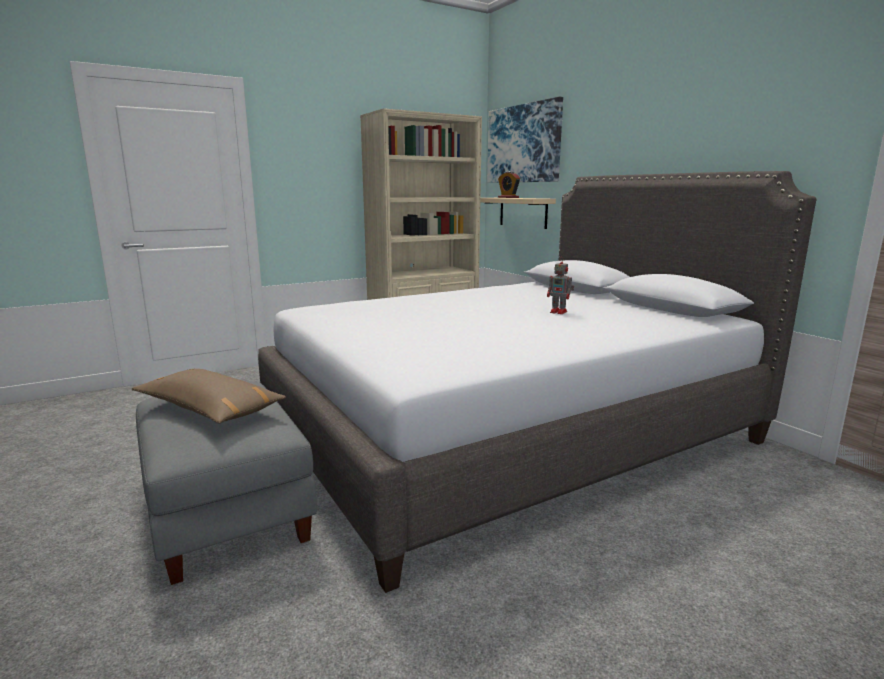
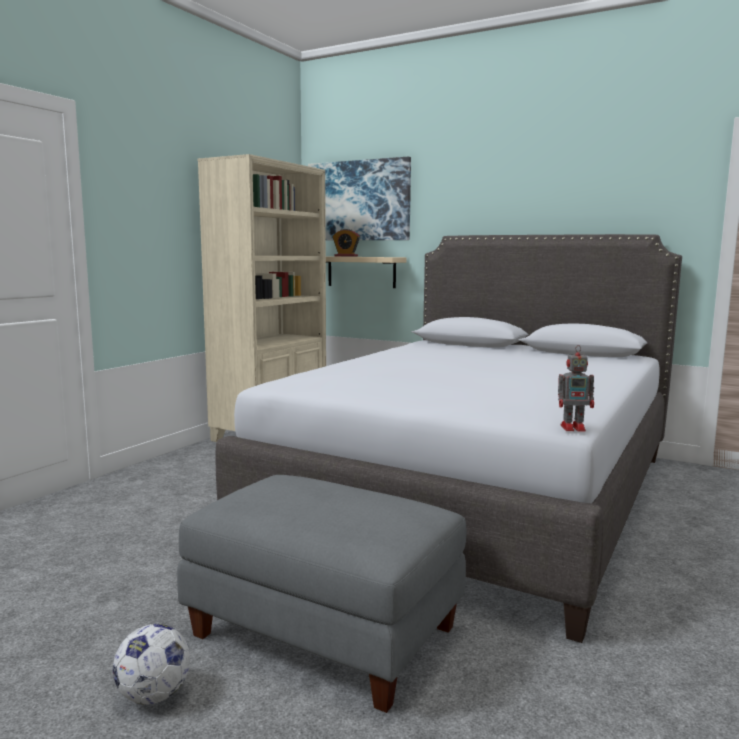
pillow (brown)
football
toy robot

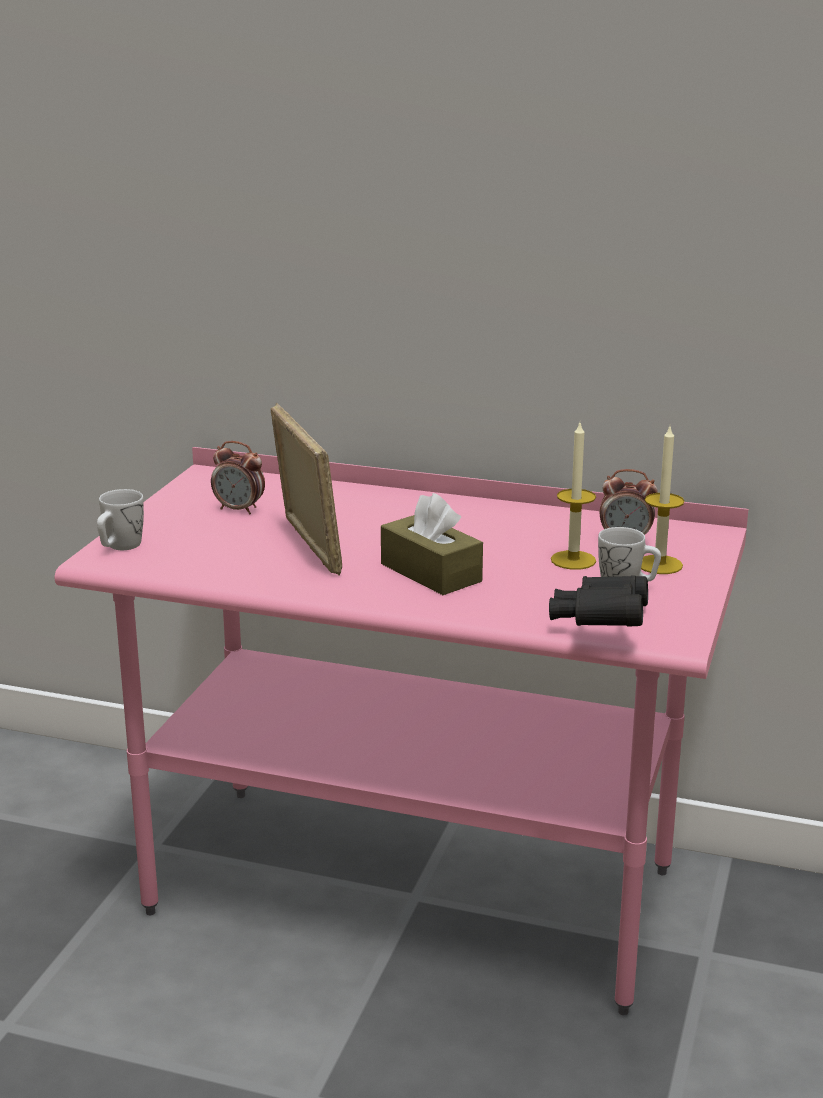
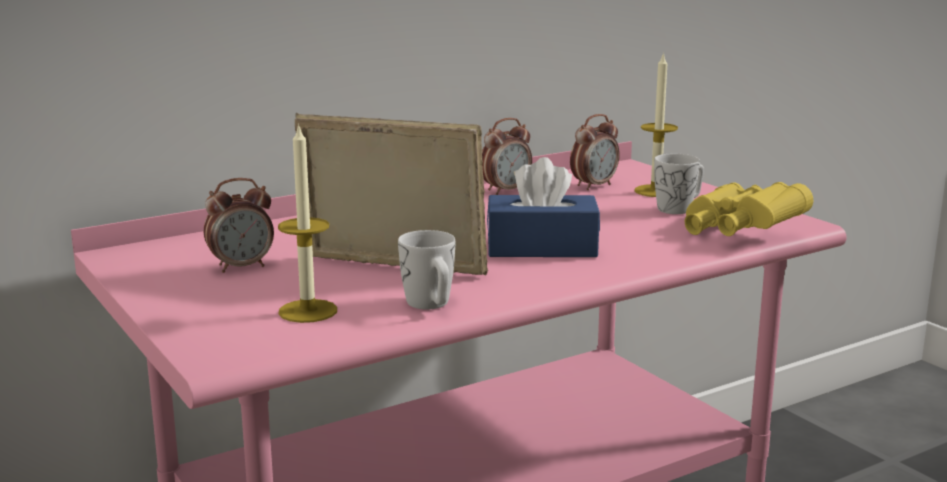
alarm clock (no. 2 from left)
mug (white) (no. 1 from left)
candle (no. 1 from left)
tissue box (blue)
binoculars (yellow)

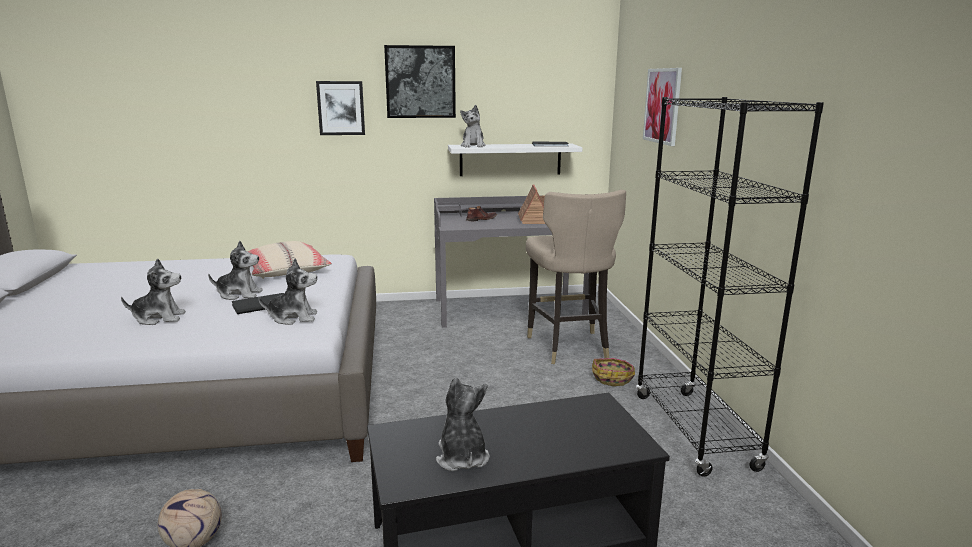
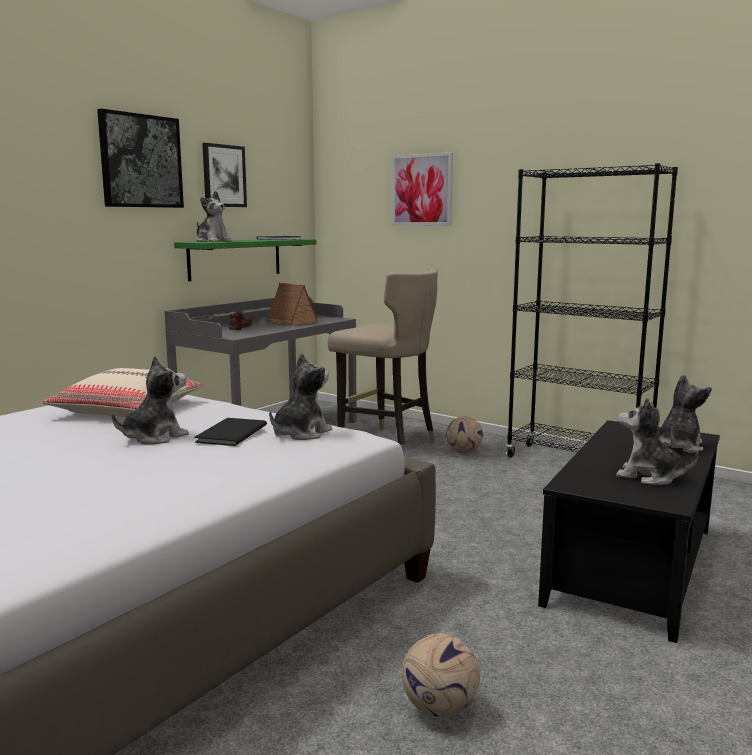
plush toy (no. 5 from left)
picture (no. 2 from left)
football (no. 2 from left)
shelf (green)

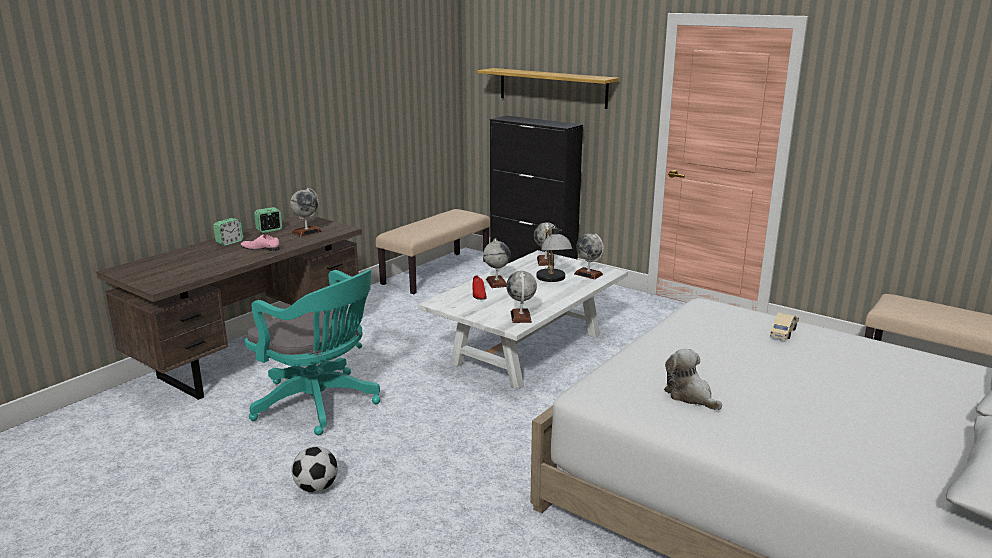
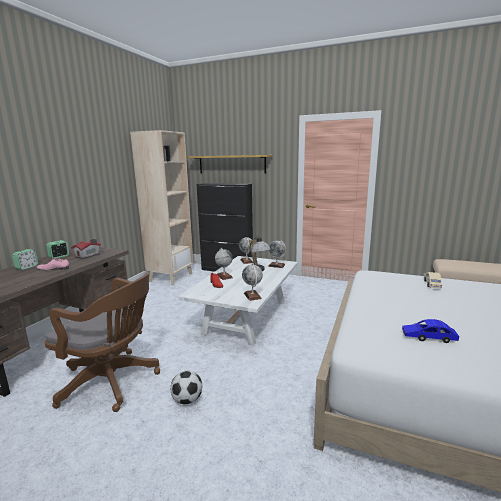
football
toy house
bookcase (beige)
toy car (blue)
office chair (brown)

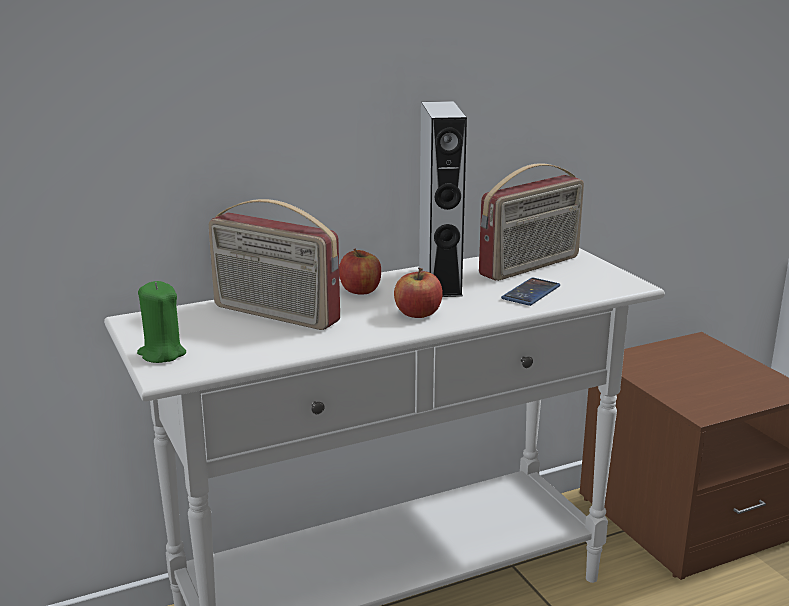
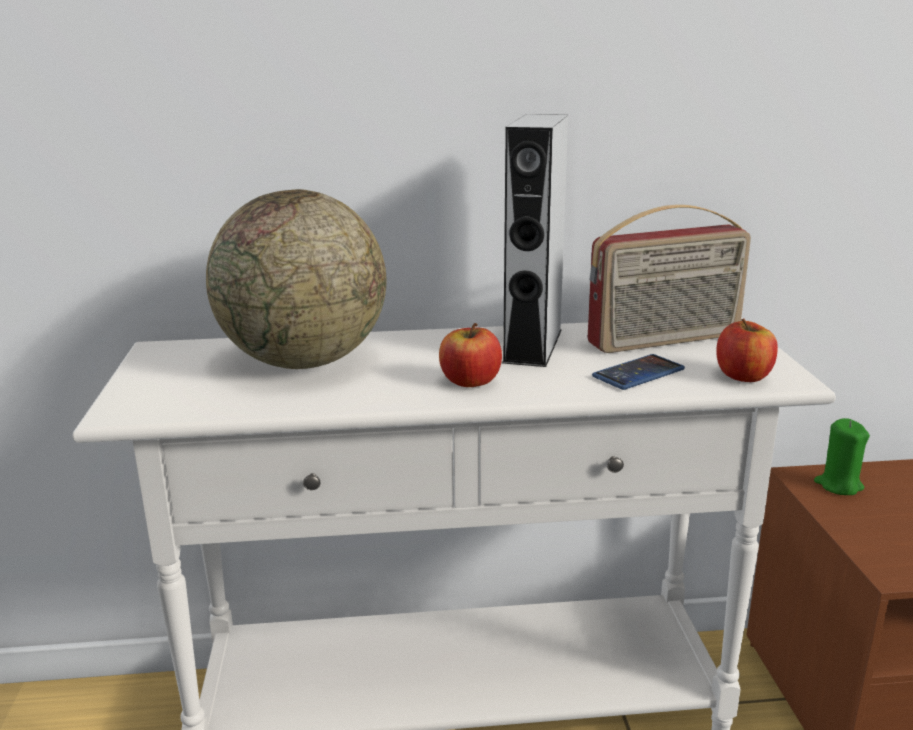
candle (green)
apple (no. 2 from left)
globe

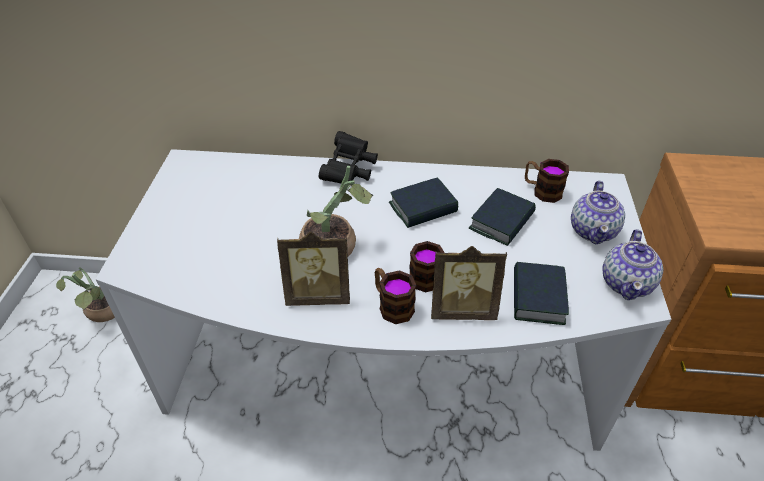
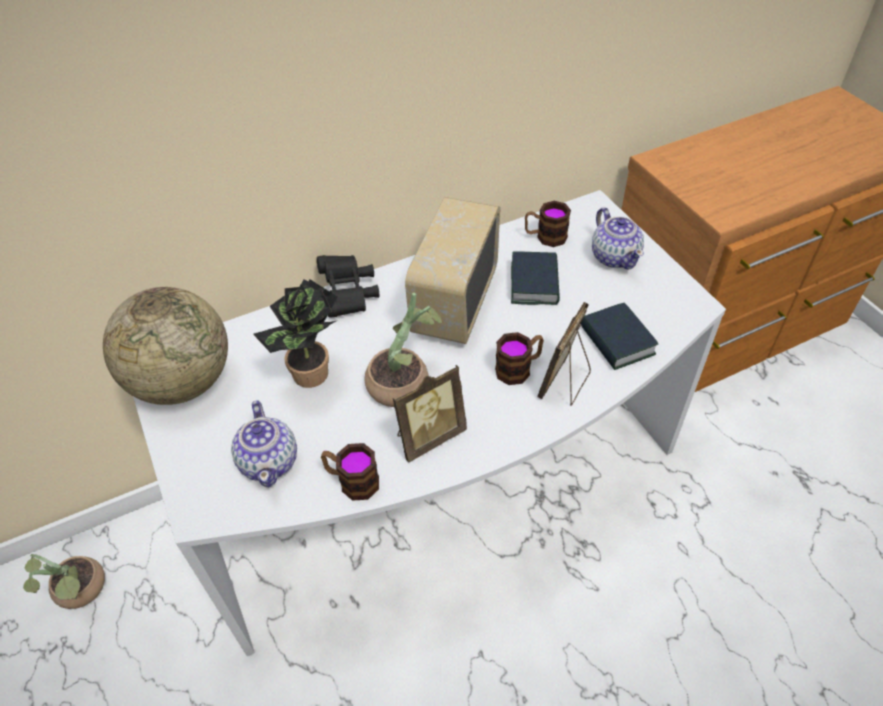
globe
potted plant (no. 2 from left)
mug (no. 1 from left)
teapot (no. 1 from left)
radio
picture frame (no. 2 from left)

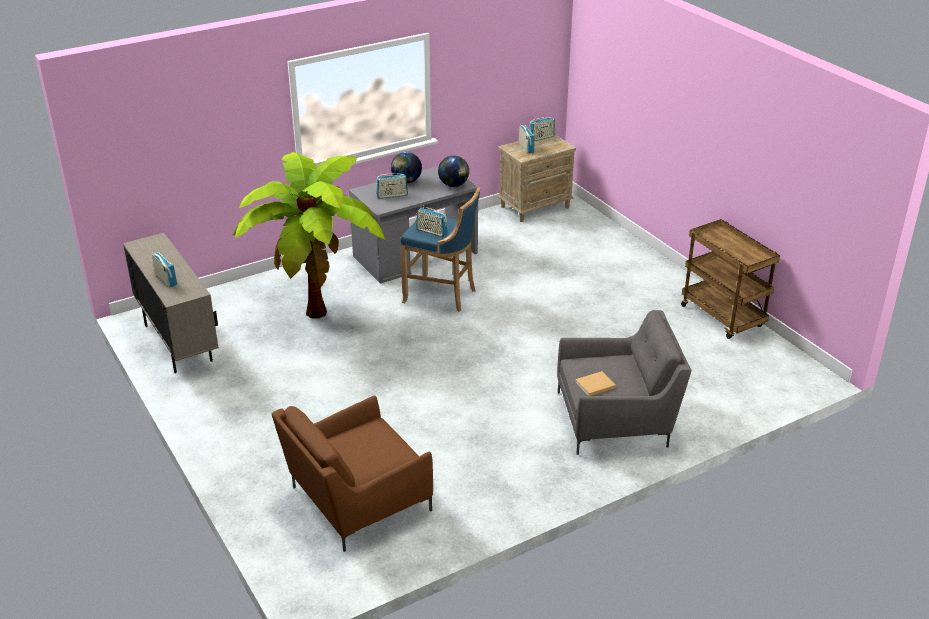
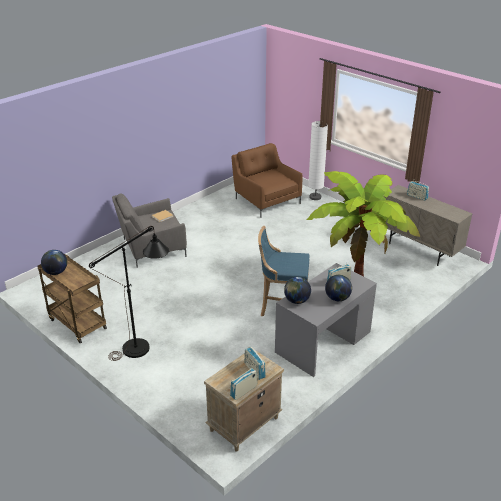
radio (no. 3 from left in the first image)
globe (no. 1 from left)
floor lamp (black)
floor lamp (white)
armchair (brown)

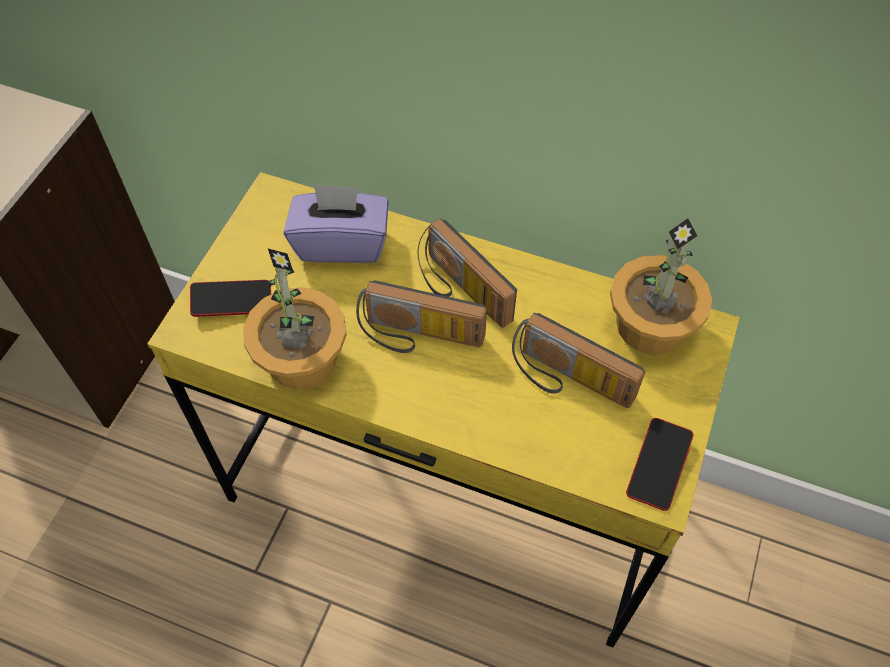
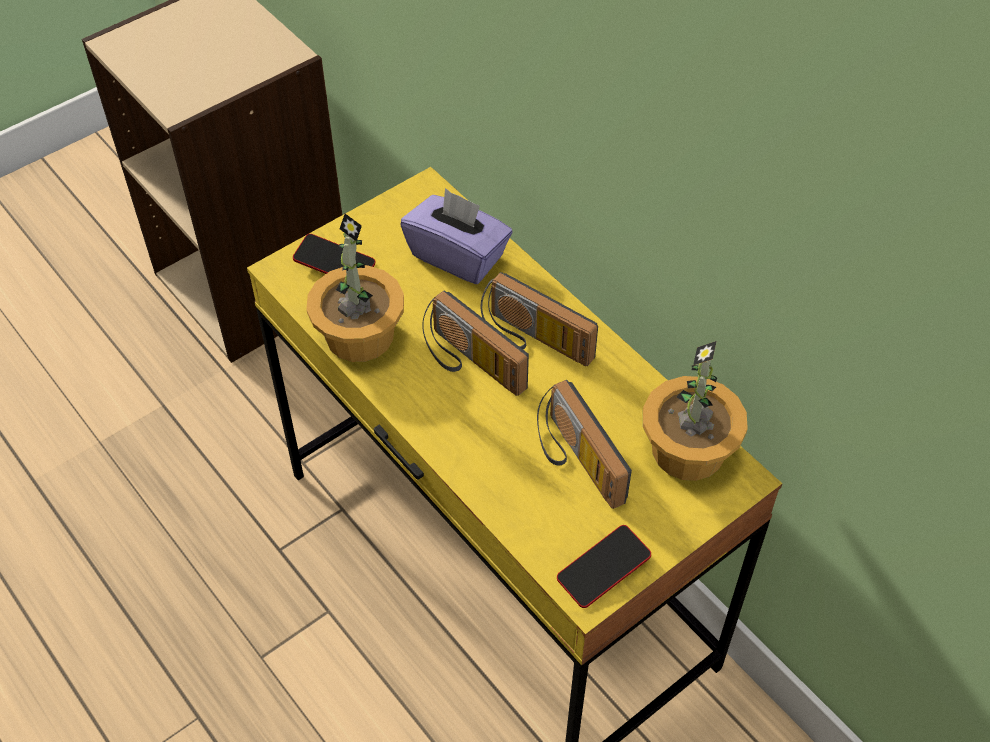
radio (no. 2 from left)

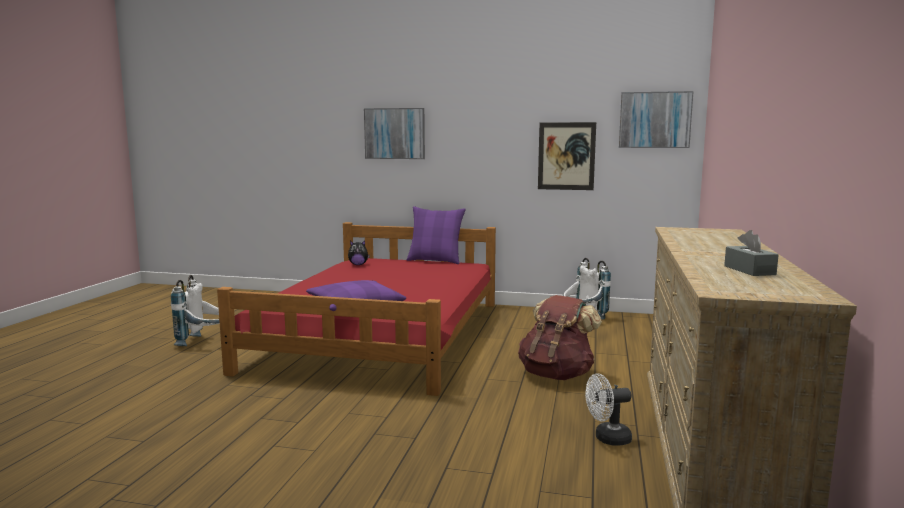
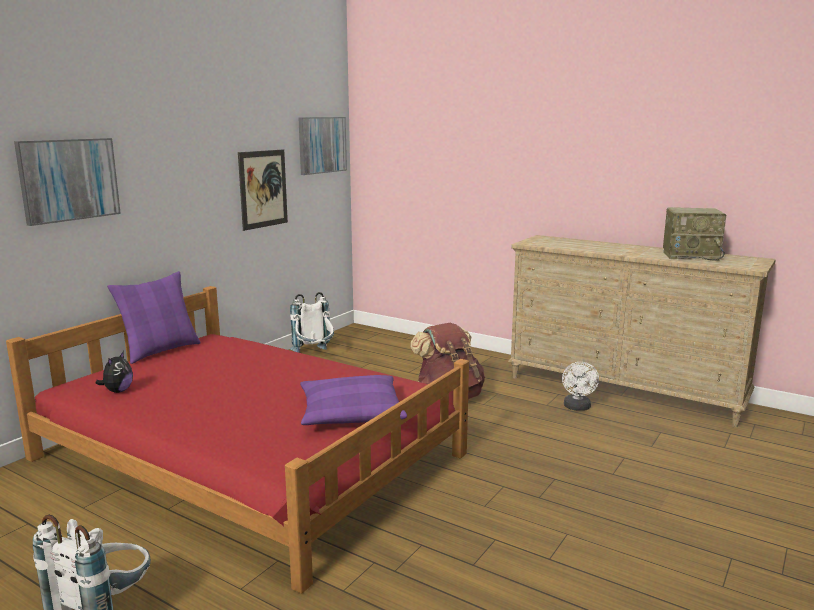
radio

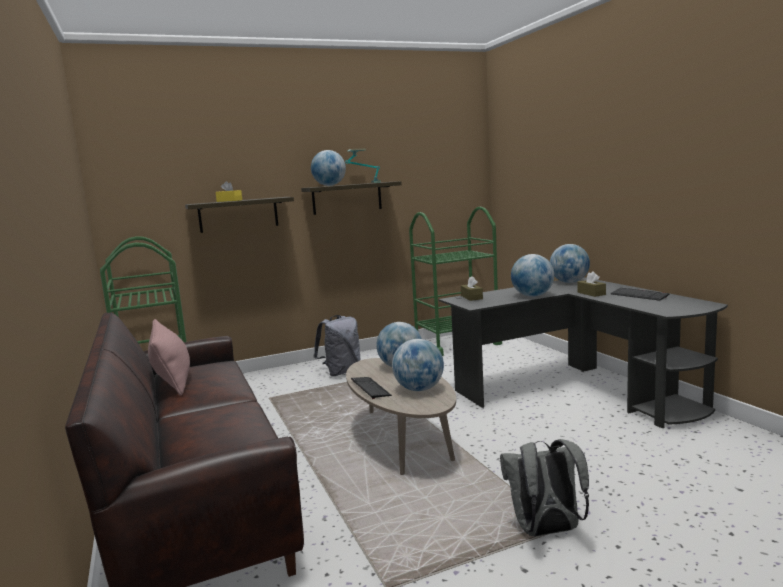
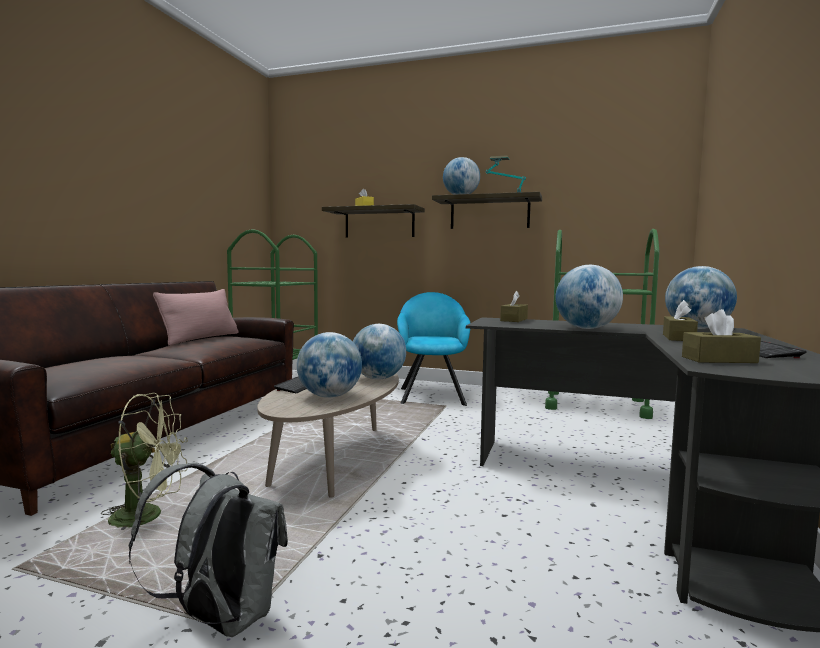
fan (green)
tissue box (brown) (no. 3 from left)
armchair (turquoise)

